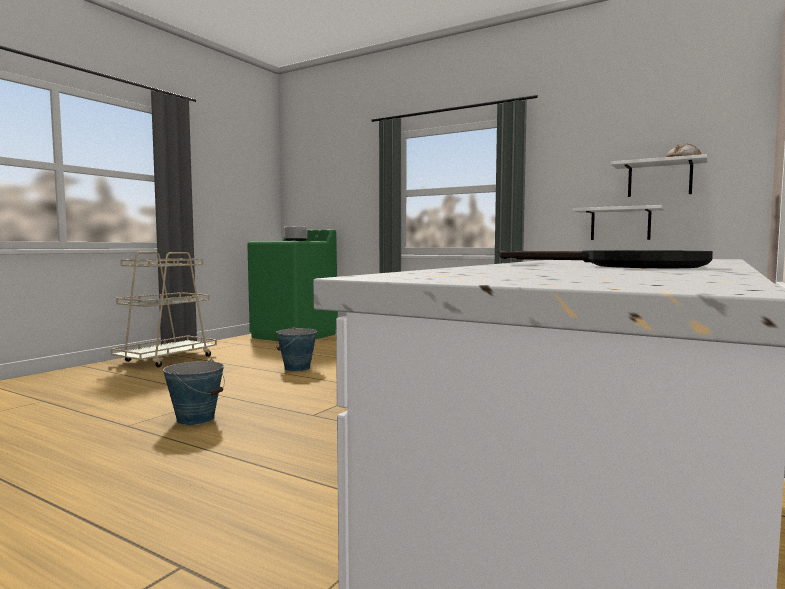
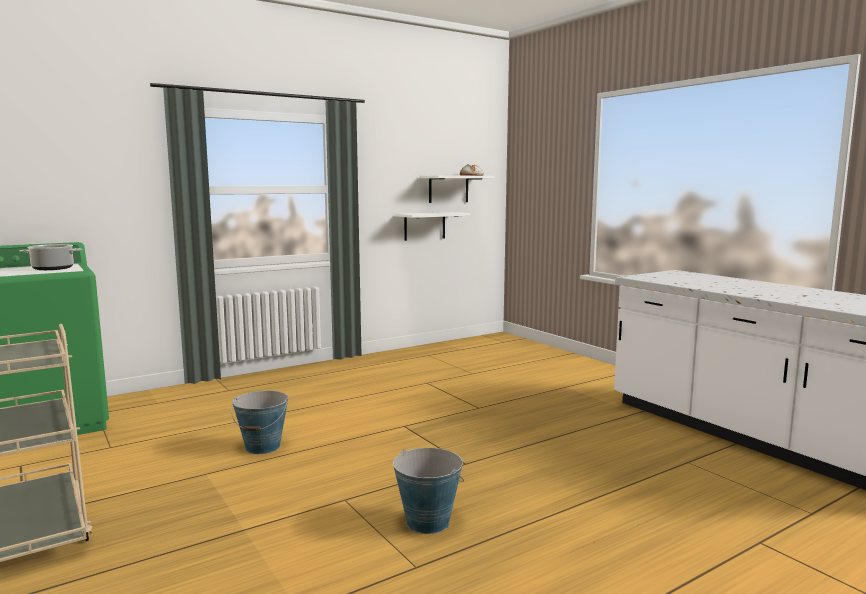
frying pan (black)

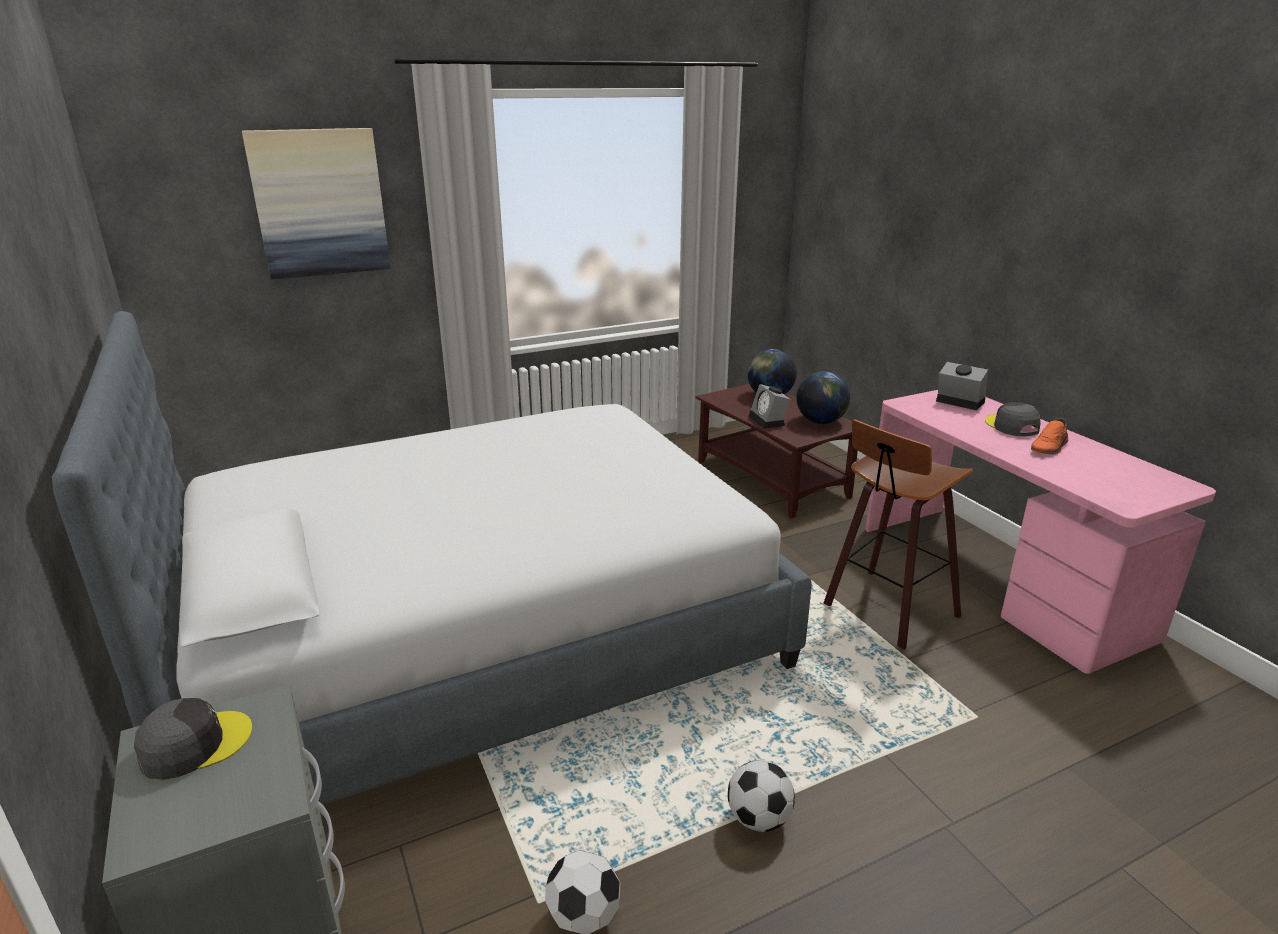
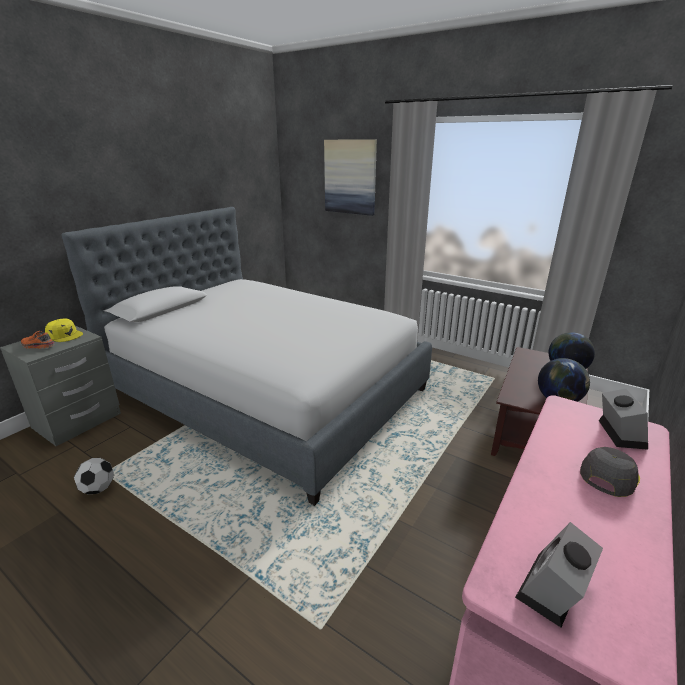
football (no. 2 from left in the first image)
stool
alarm clock (no. 1 from left)
shoe (orange)
cap (yellow)

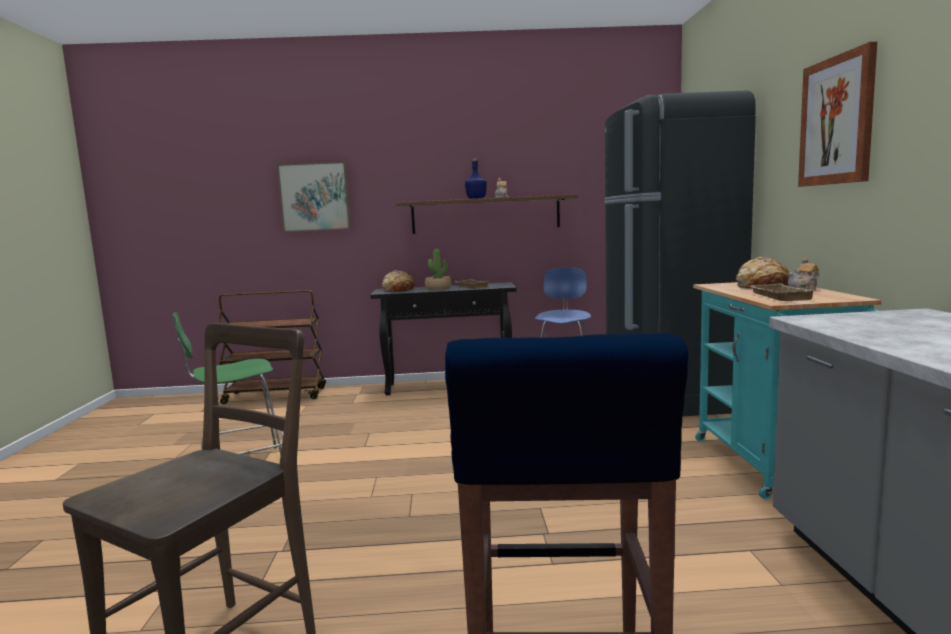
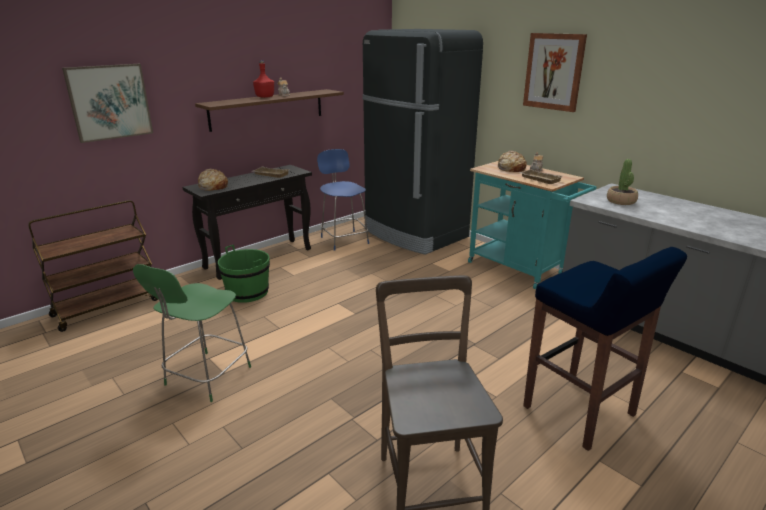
bucket (green)
potted plant
bottle (red)

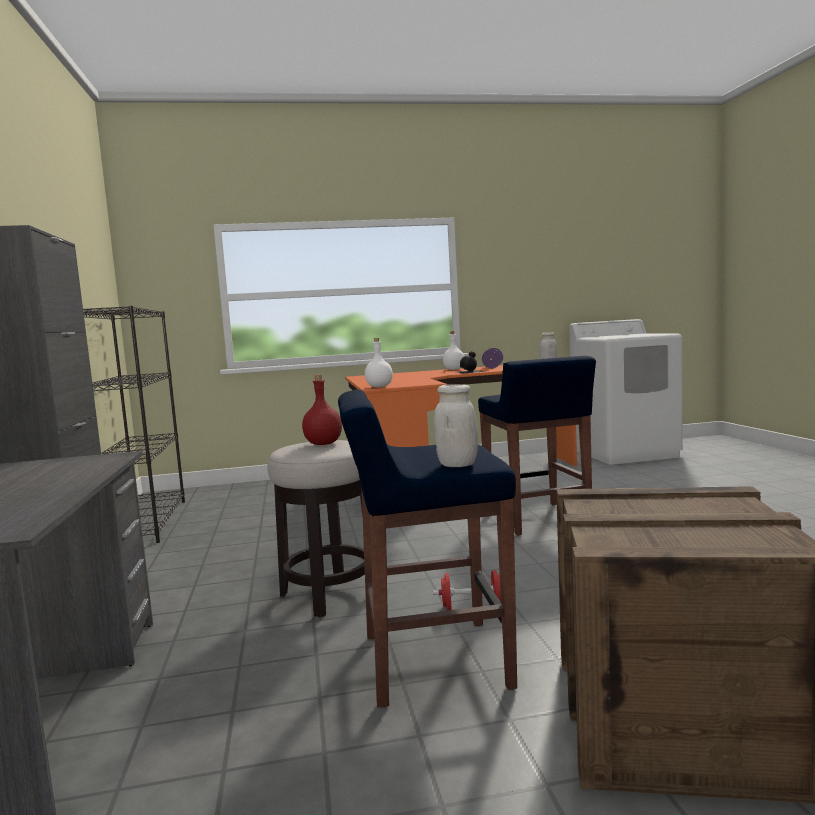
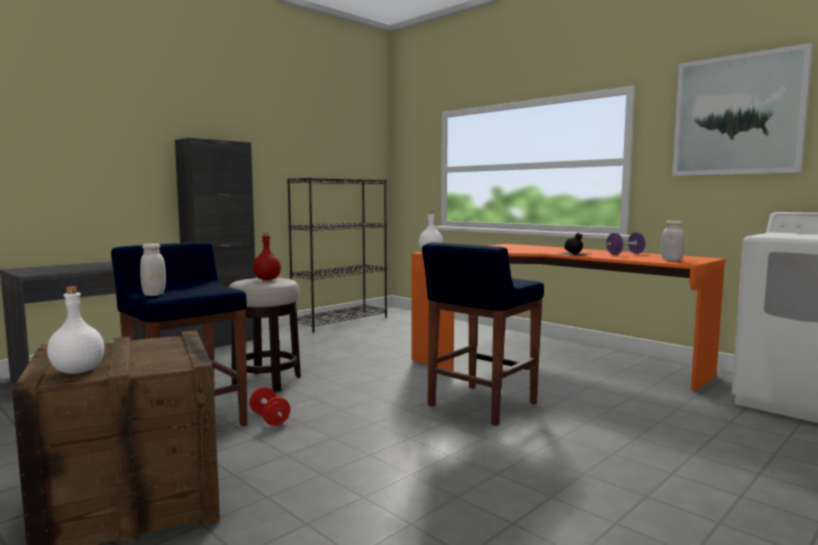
picture
bottle (white) (no. 1 from left)

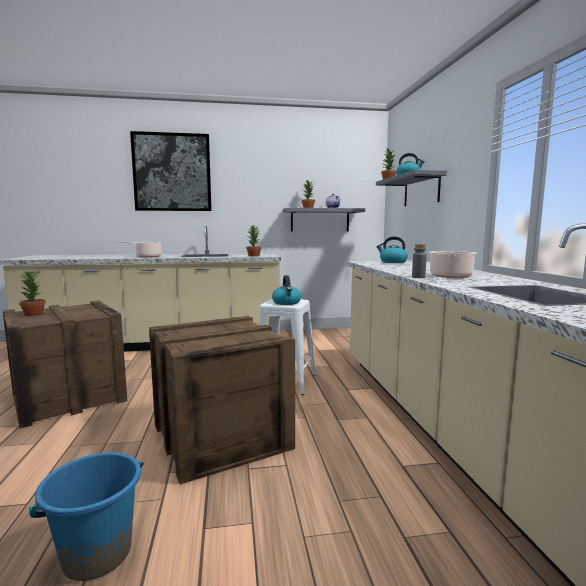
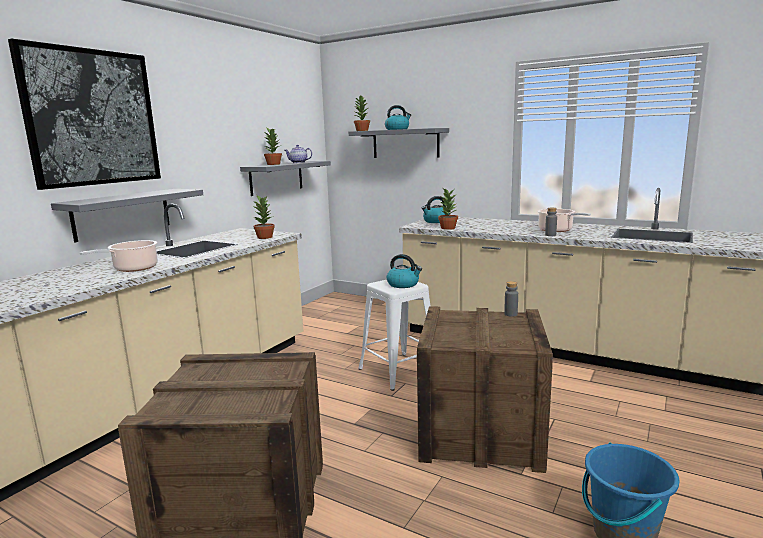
shelf (grey) (no. 1 from left)
bottle (grey) (no. 1 from left)
potted plant (no. 4 from left)

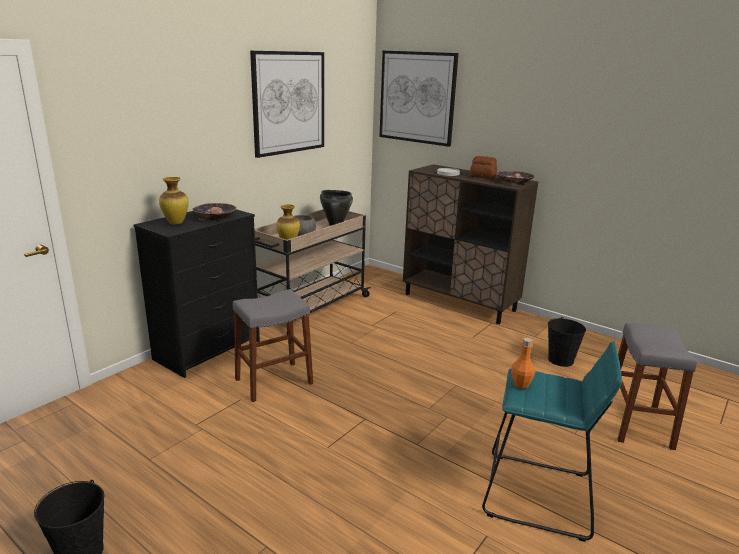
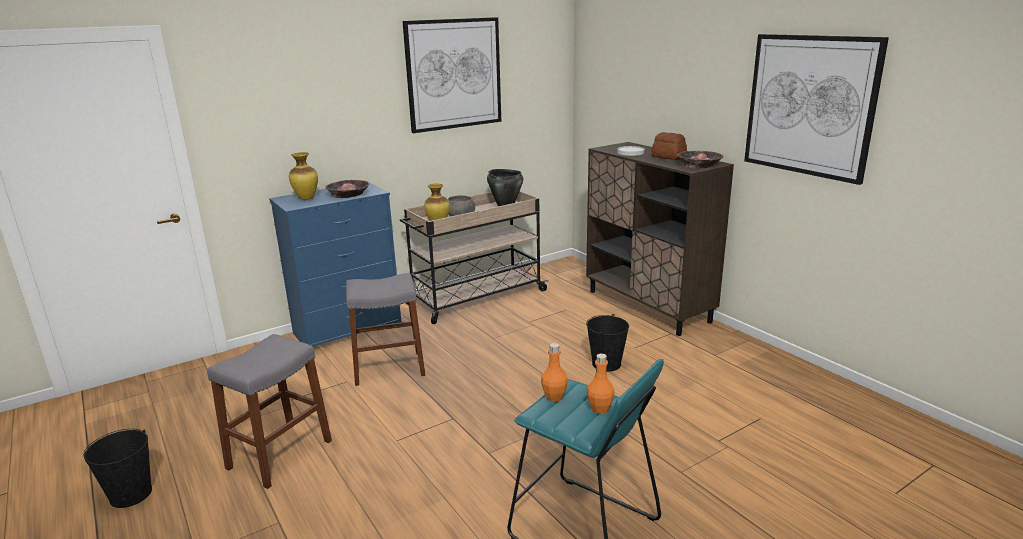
bottle (orange) (no. 2 from left)
picture (no. 2 from left)
bucket (black) (no. 2 from left)
stool (grey) (no. 1 from left)
dresser (blue)

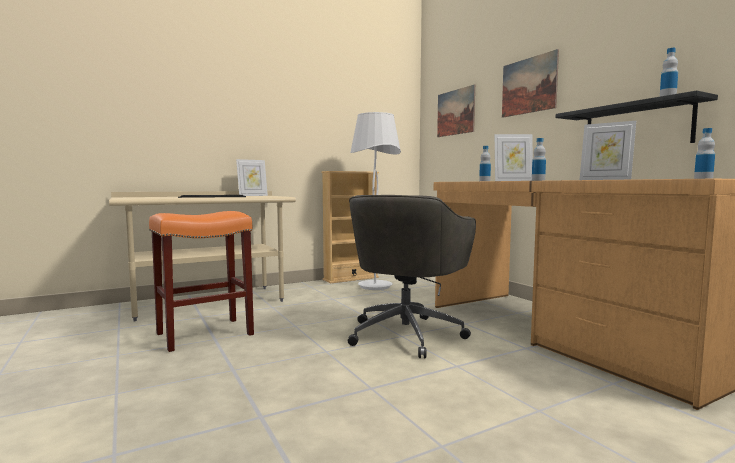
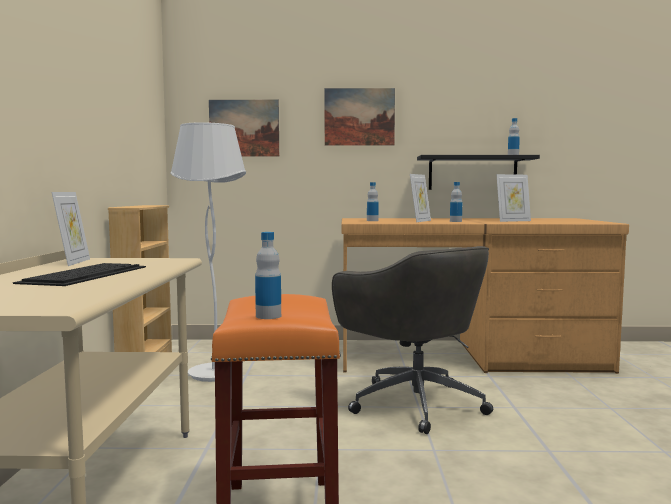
bottle (no. 1 from left)

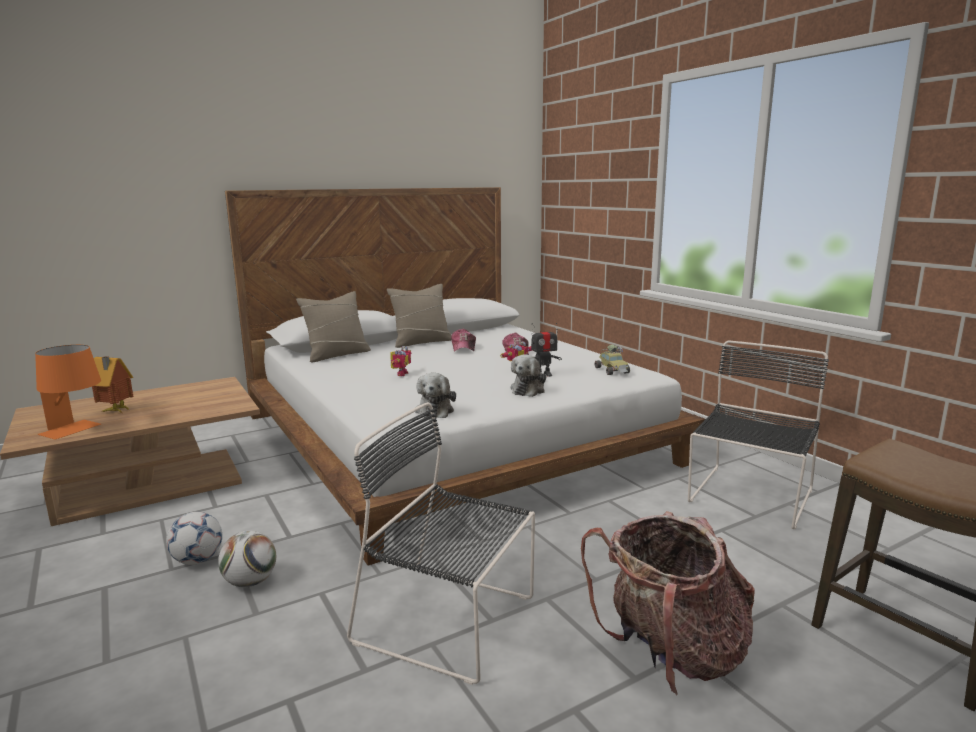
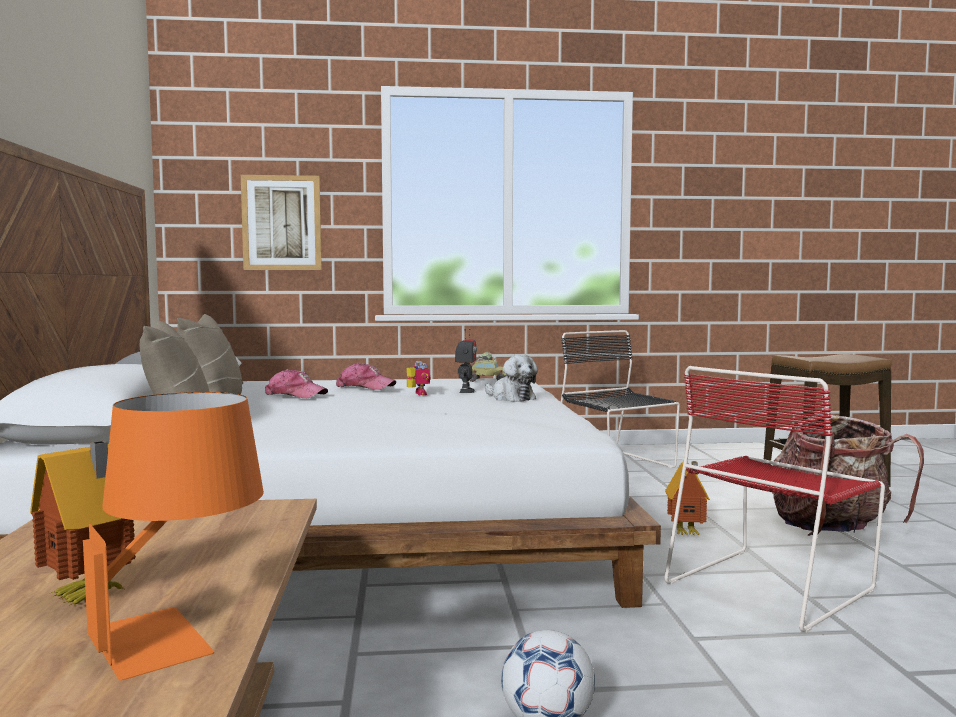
football (no. 2 from left in the first image)
toy robot (no. 1 from left in the first image)
plush toy (no. 1 from left in the first image)
picture
toy house (no. 2 from left)
chair (red)

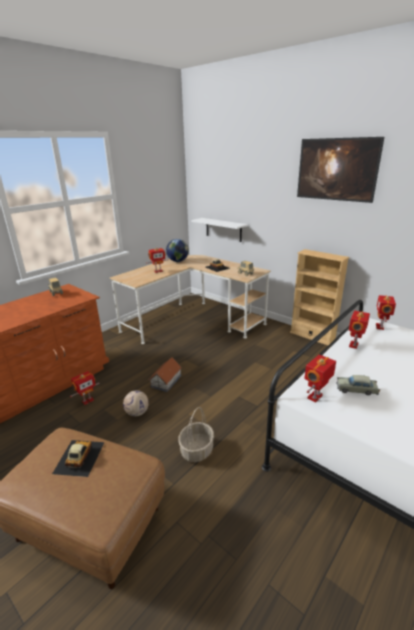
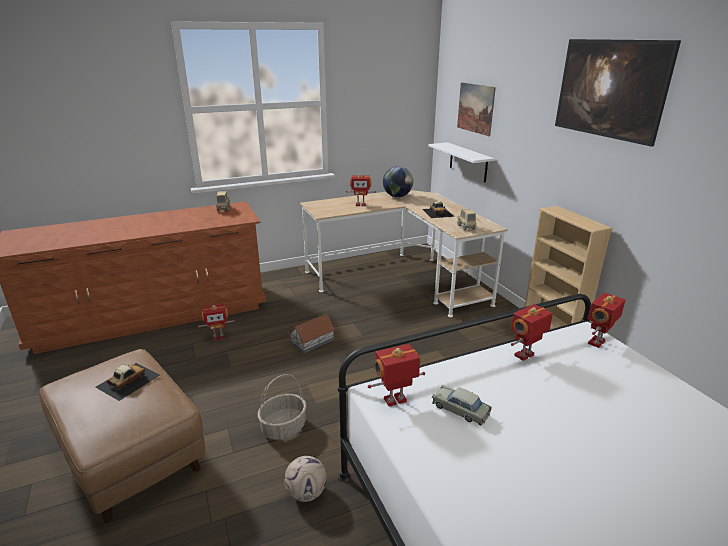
picture (no. 1 from left)
football

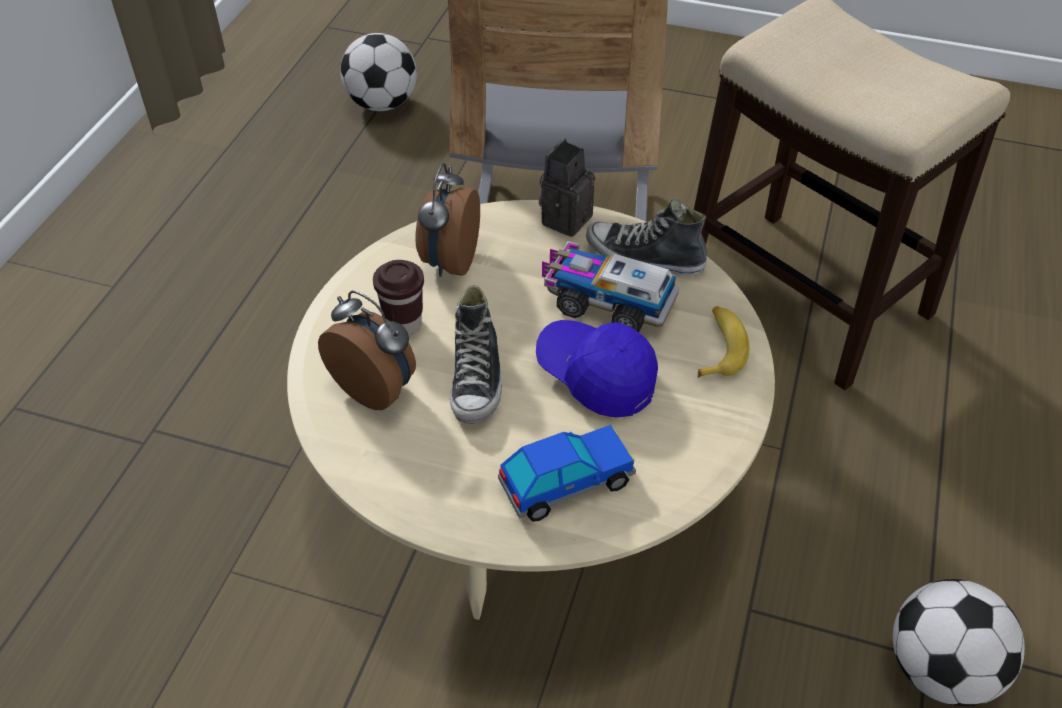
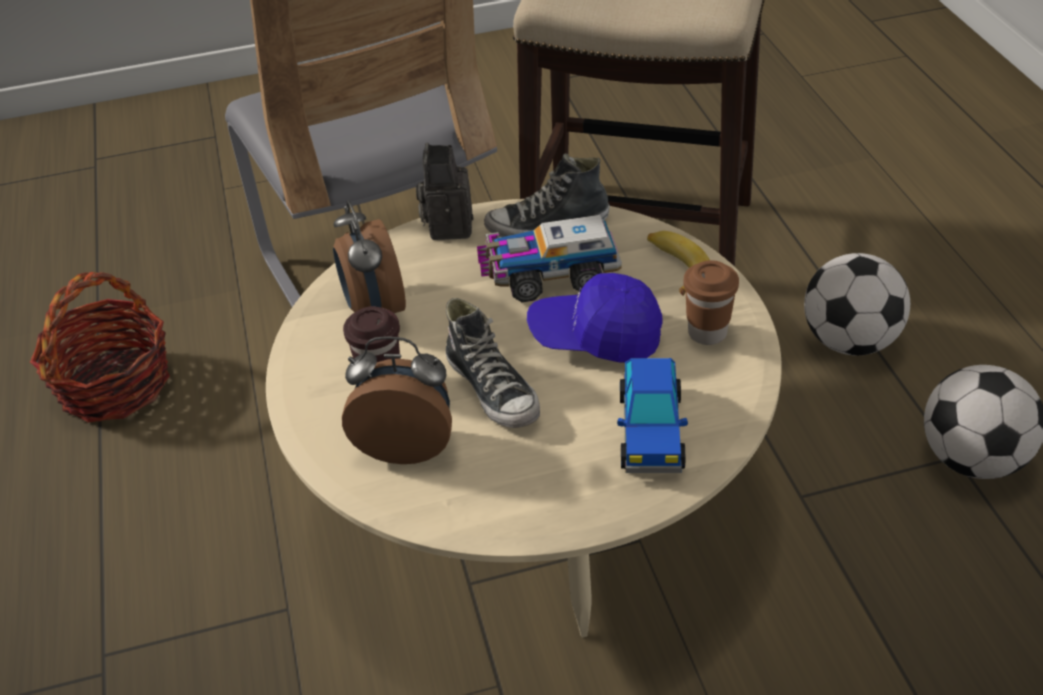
basket
cup (brown) (no. 2 from left)
football (no. 1 from left)
toy car

